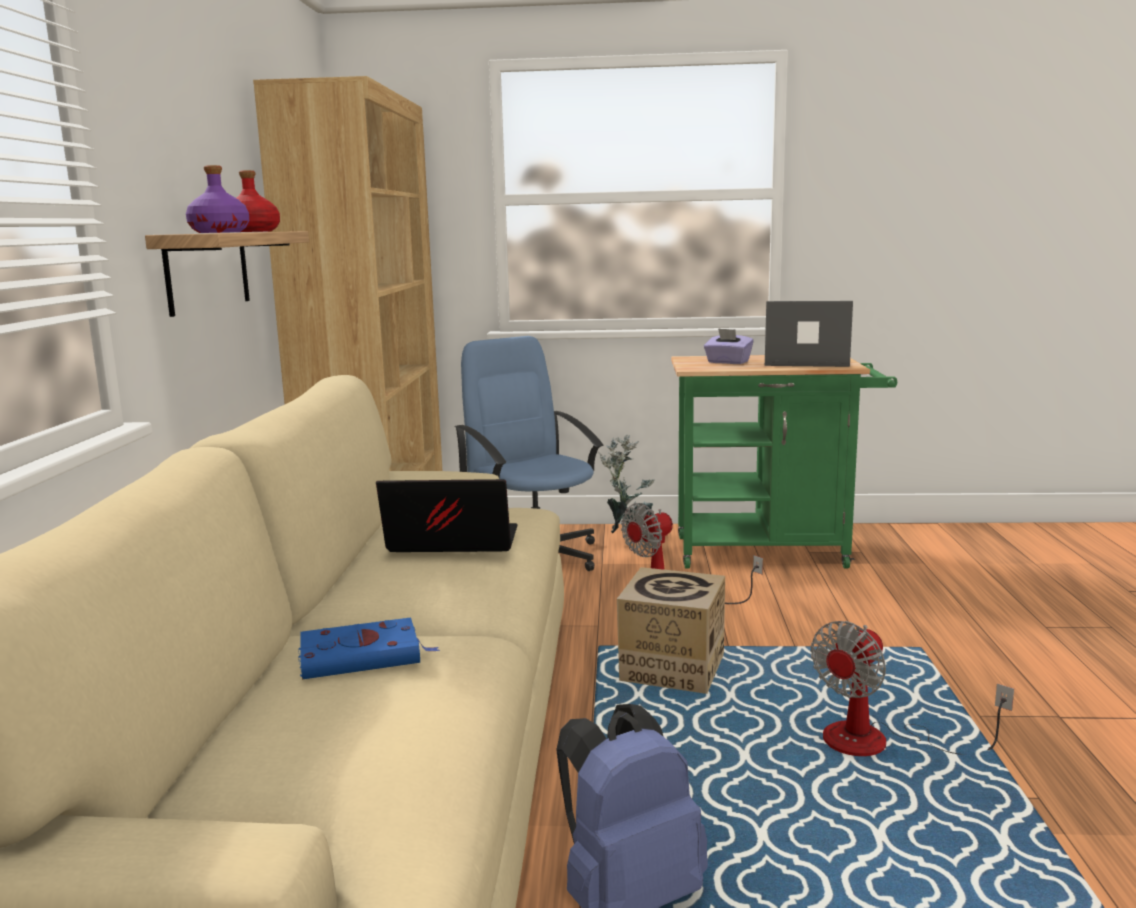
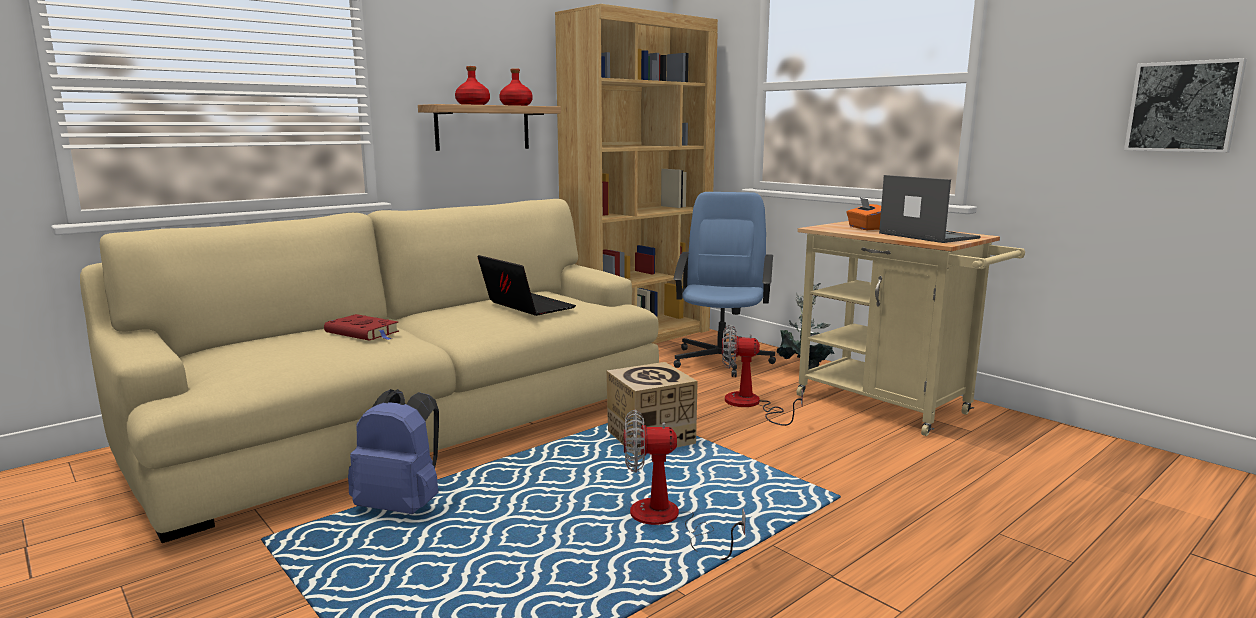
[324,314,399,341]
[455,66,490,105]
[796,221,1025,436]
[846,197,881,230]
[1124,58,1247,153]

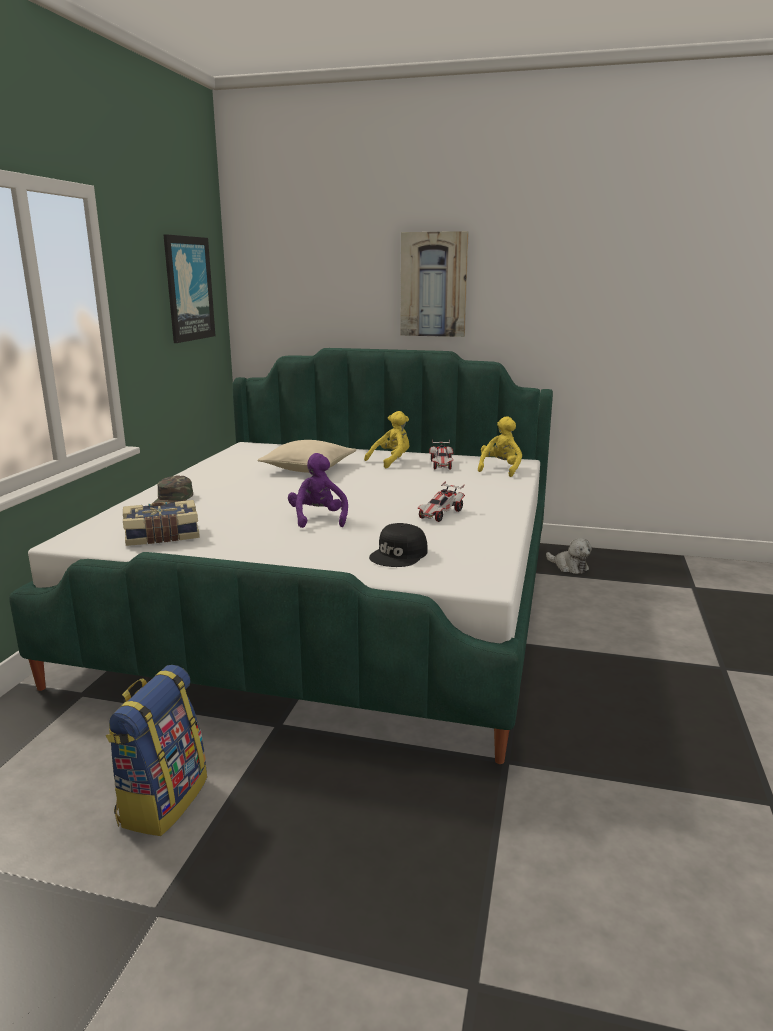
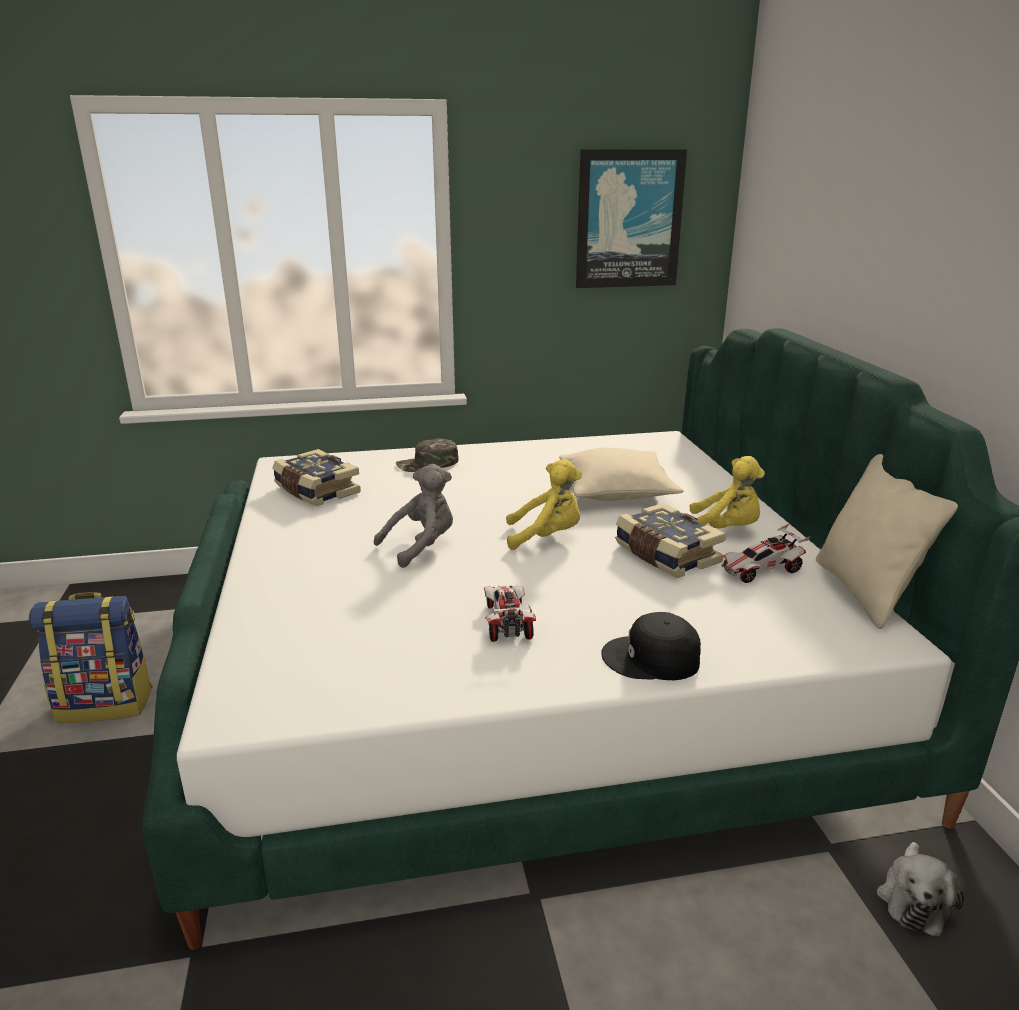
[374,464,453,568]
[484,585,536,642]
[506,459,582,550]
[601,612,701,680]
[615,503,726,578]
[816,454,958,629]
[400,231,469,337] (first image)

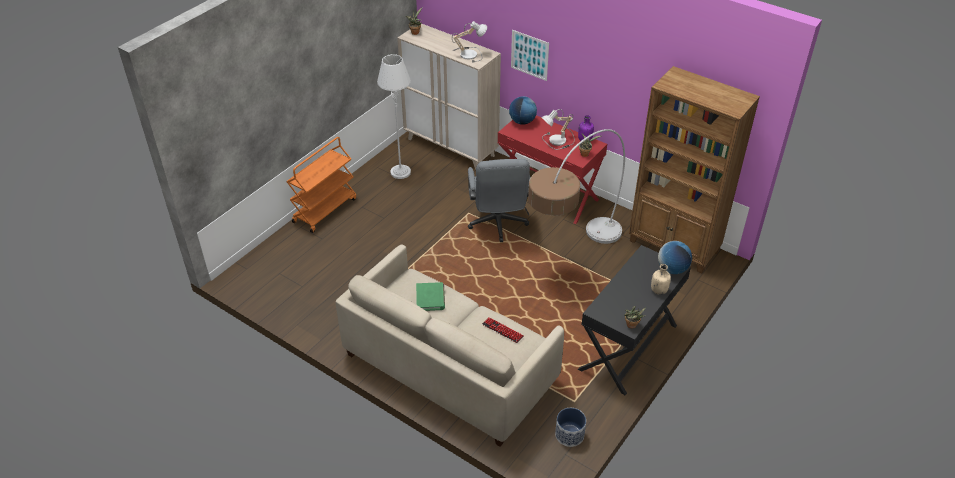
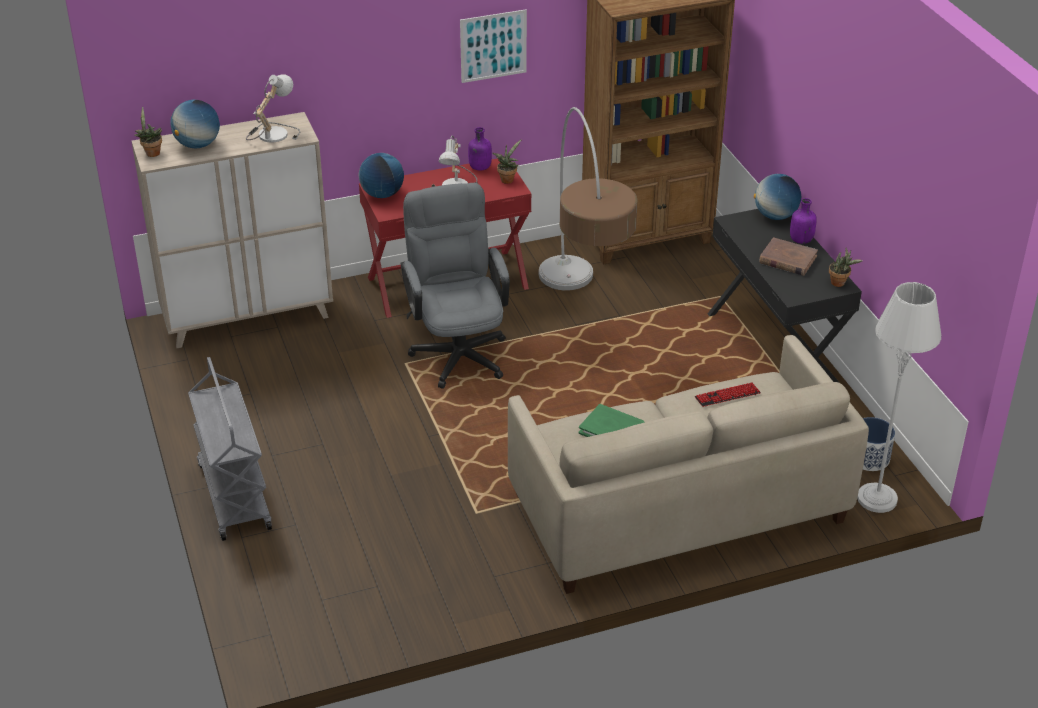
[170,100,220,148]
[188,357,272,541]
[401,183,510,389]
[460,9,527,83]
[759,237,818,276]
[790,198,817,244]
[857,282,941,513]

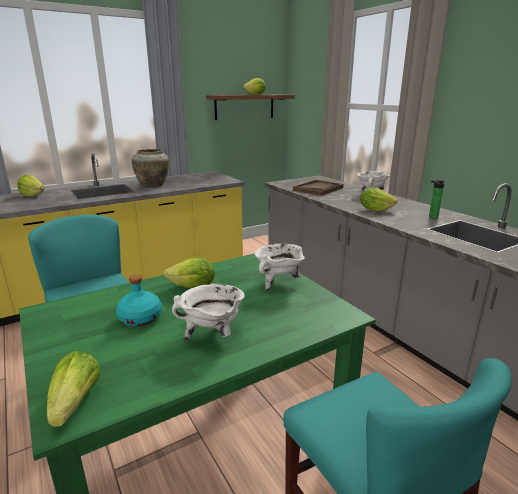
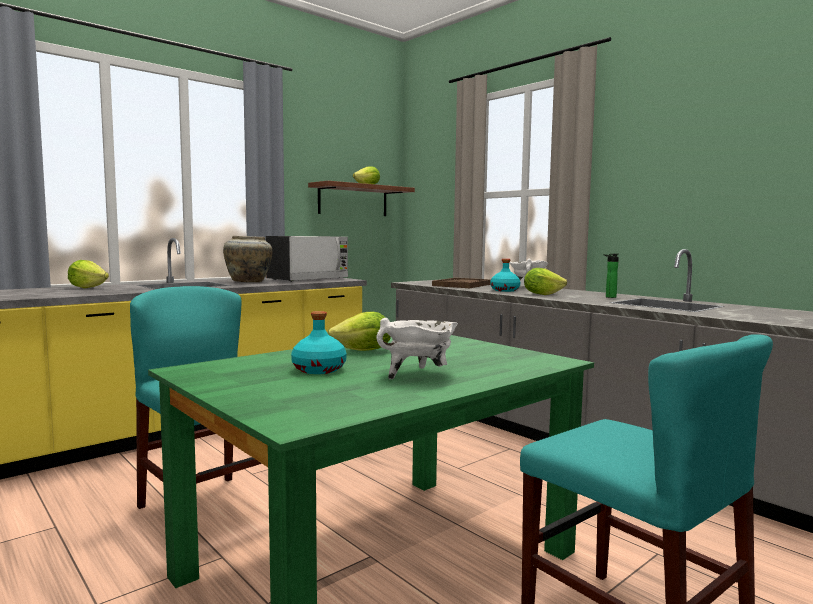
[266,236,348,282]
[491,259,520,292]
[47,351,101,427] (first image)
[254,244,305,292] (first image)

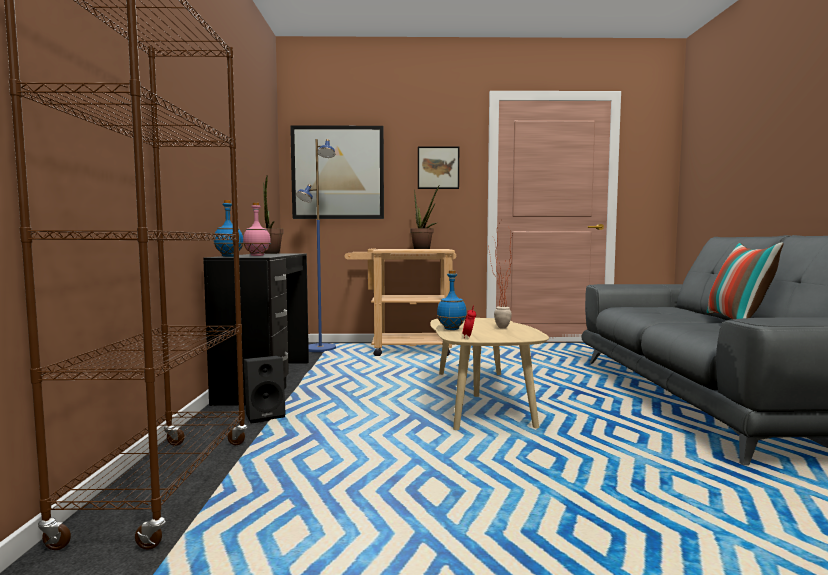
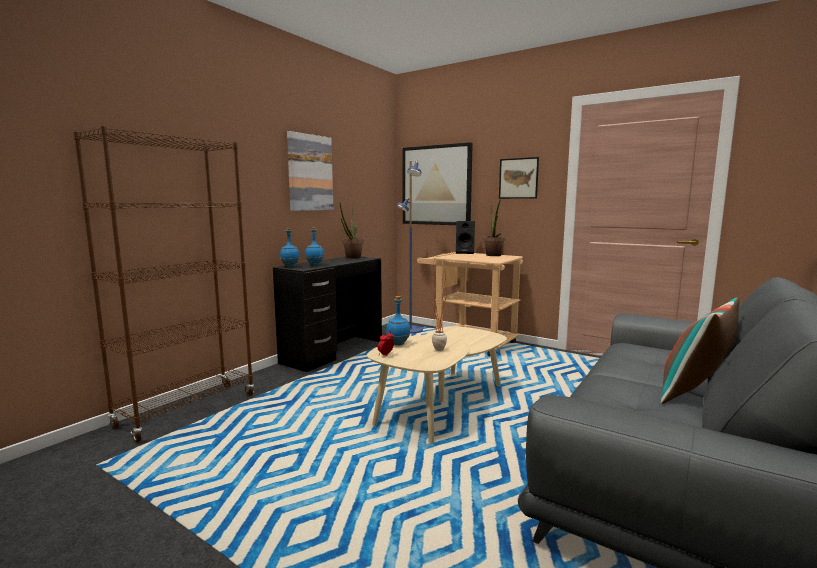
[287,131,334,211]
[305,227,324,266]
[456,221,475,254]

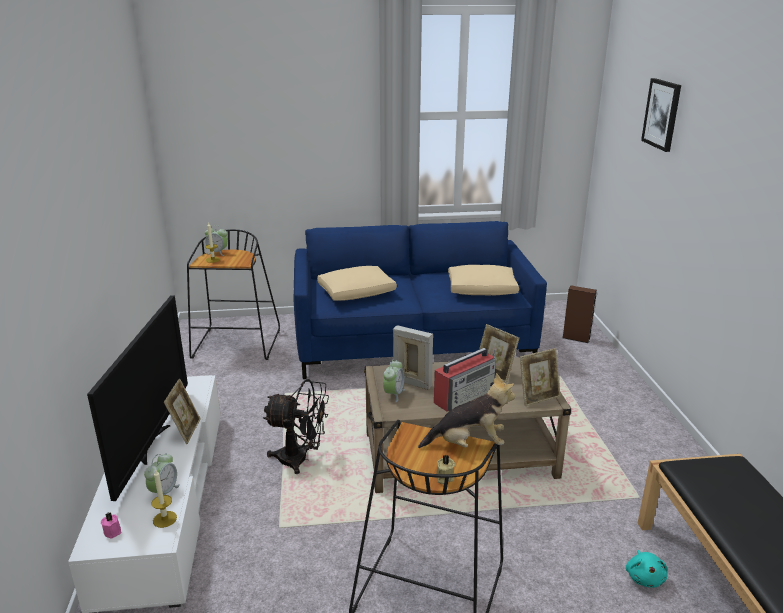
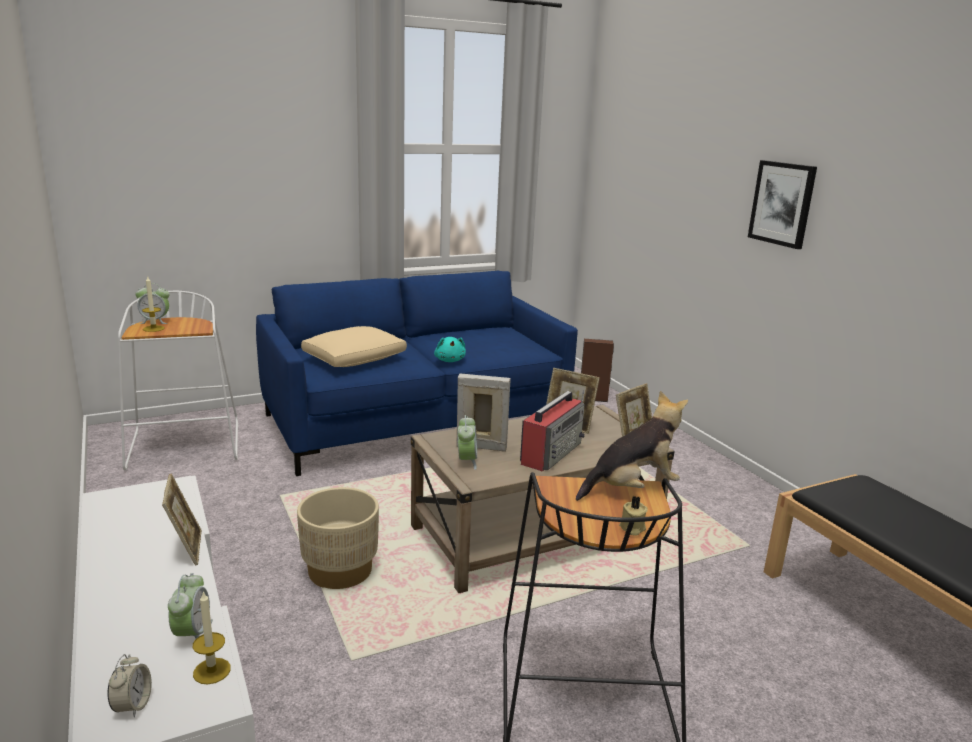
[107,654,152,718]
[118,291,238,470]
[297,487,379,589]
[434,337,466,362]
[748,160,817,249]
[87,295,188,501] (first image)
[448,265,519,296] (first image)

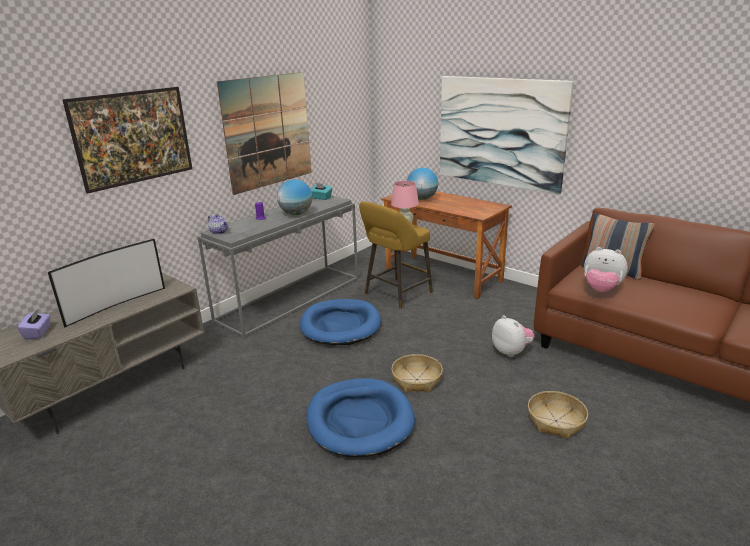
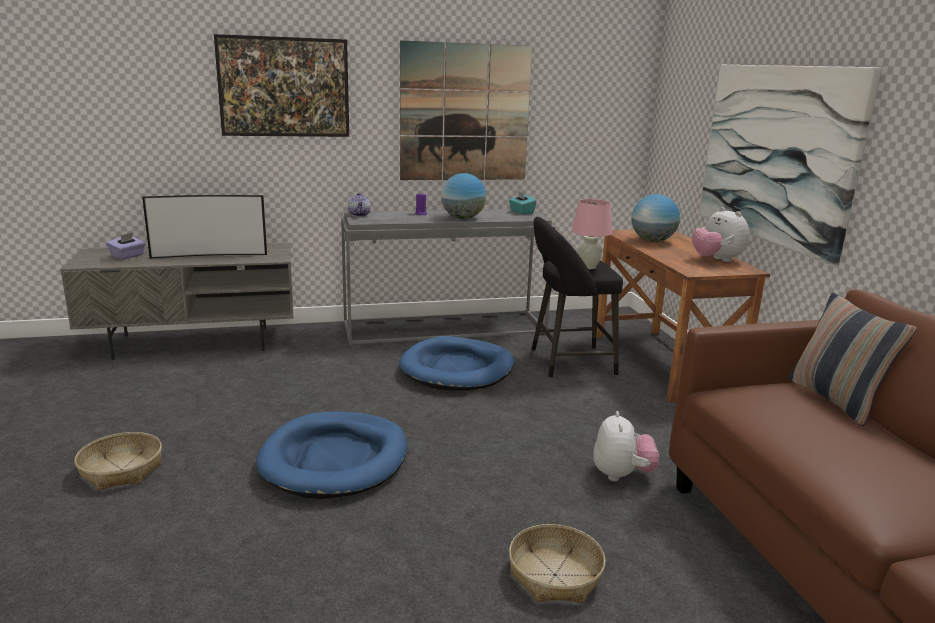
[74,432,162,490]
[532,217,623,378]
[692,207,750,262]

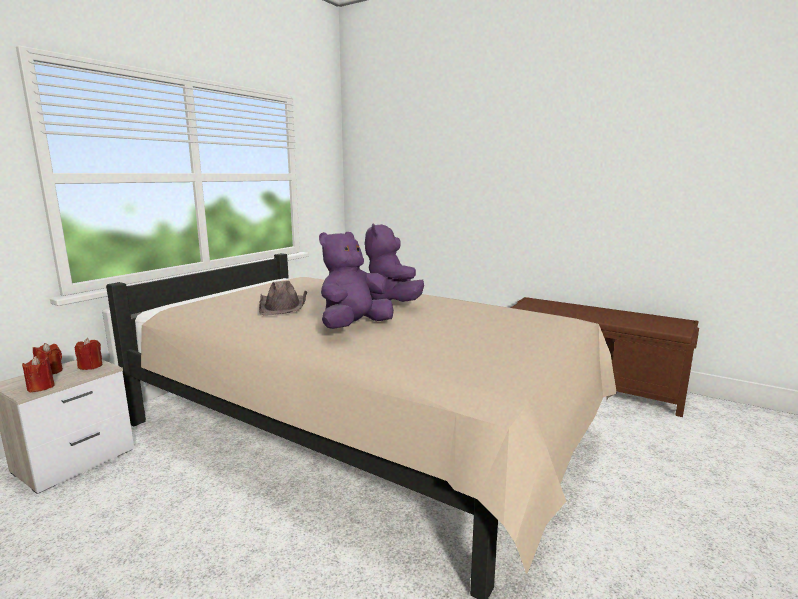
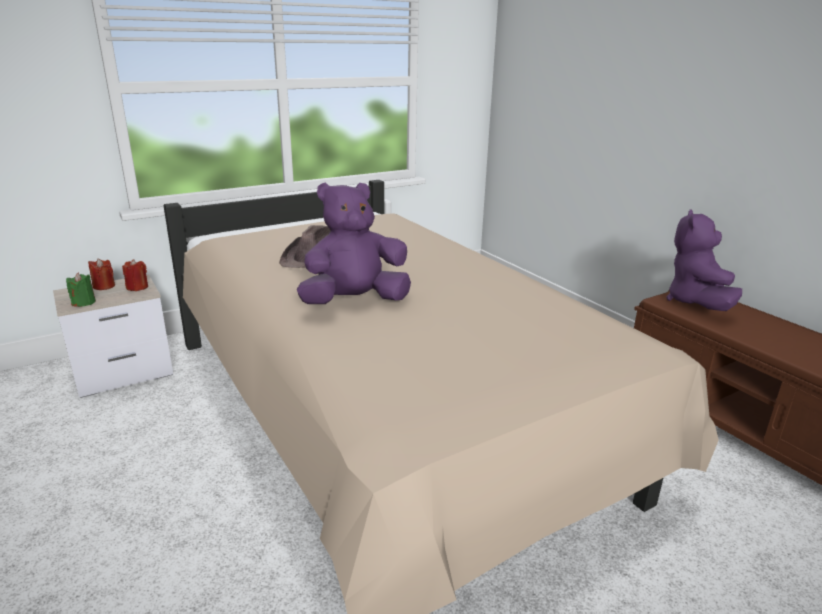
[66,273,96,307]
[666,210,742,311]

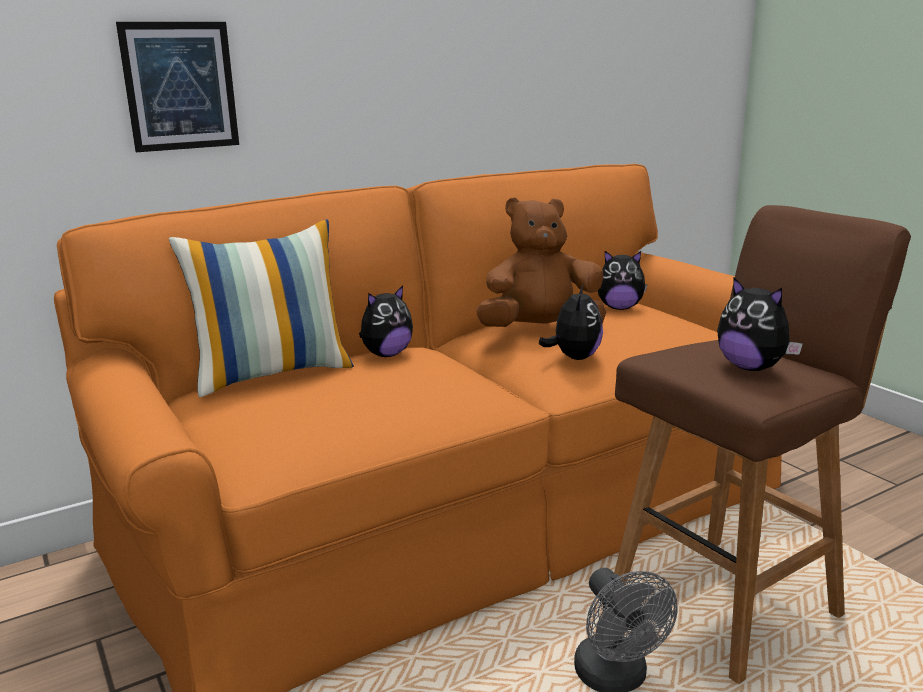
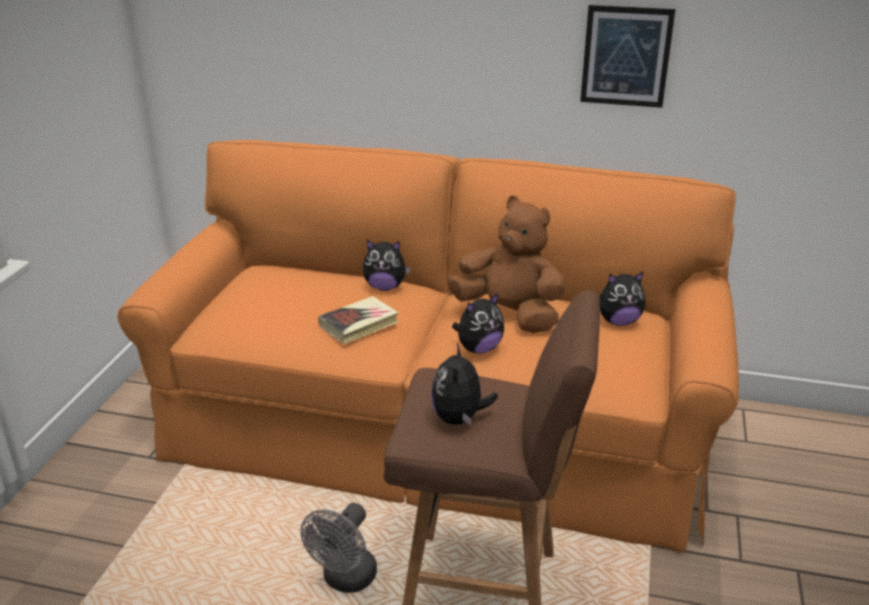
[318,296,399,344]
[580,5,675,108]
[600,271,645,326]
[169,219,354,397] (first image)

